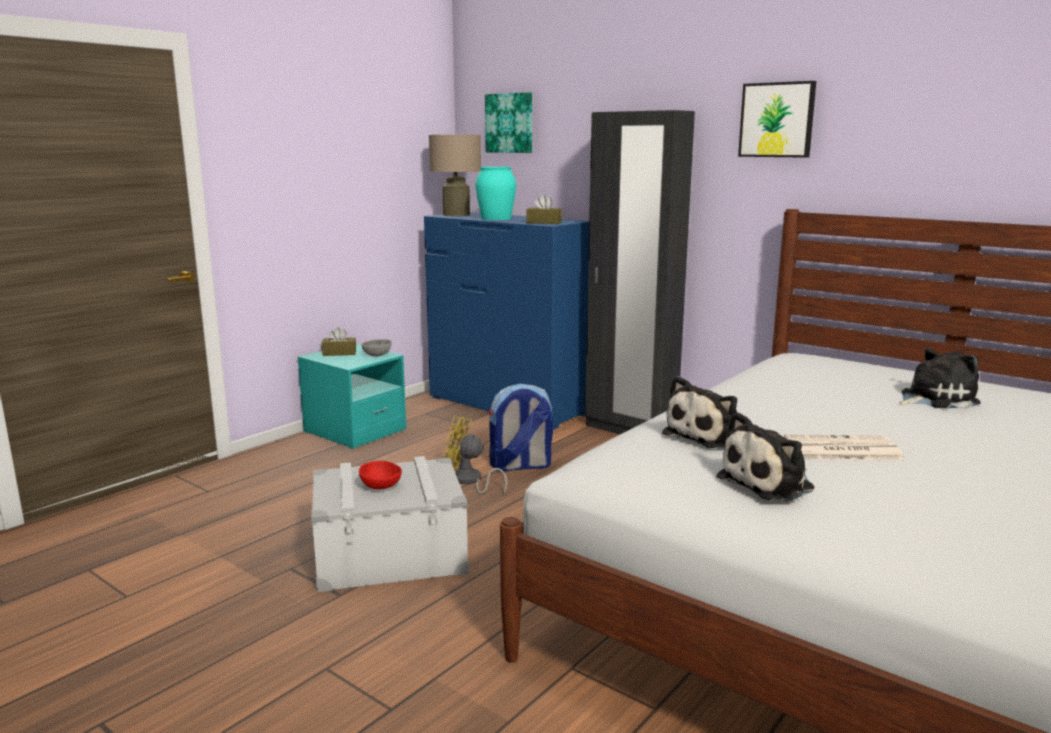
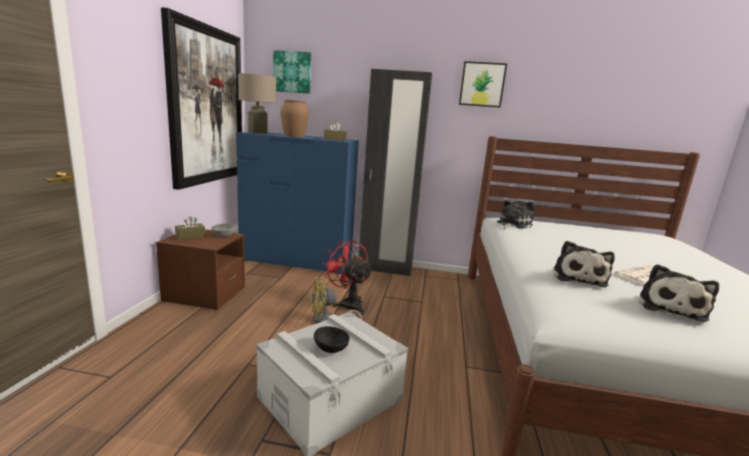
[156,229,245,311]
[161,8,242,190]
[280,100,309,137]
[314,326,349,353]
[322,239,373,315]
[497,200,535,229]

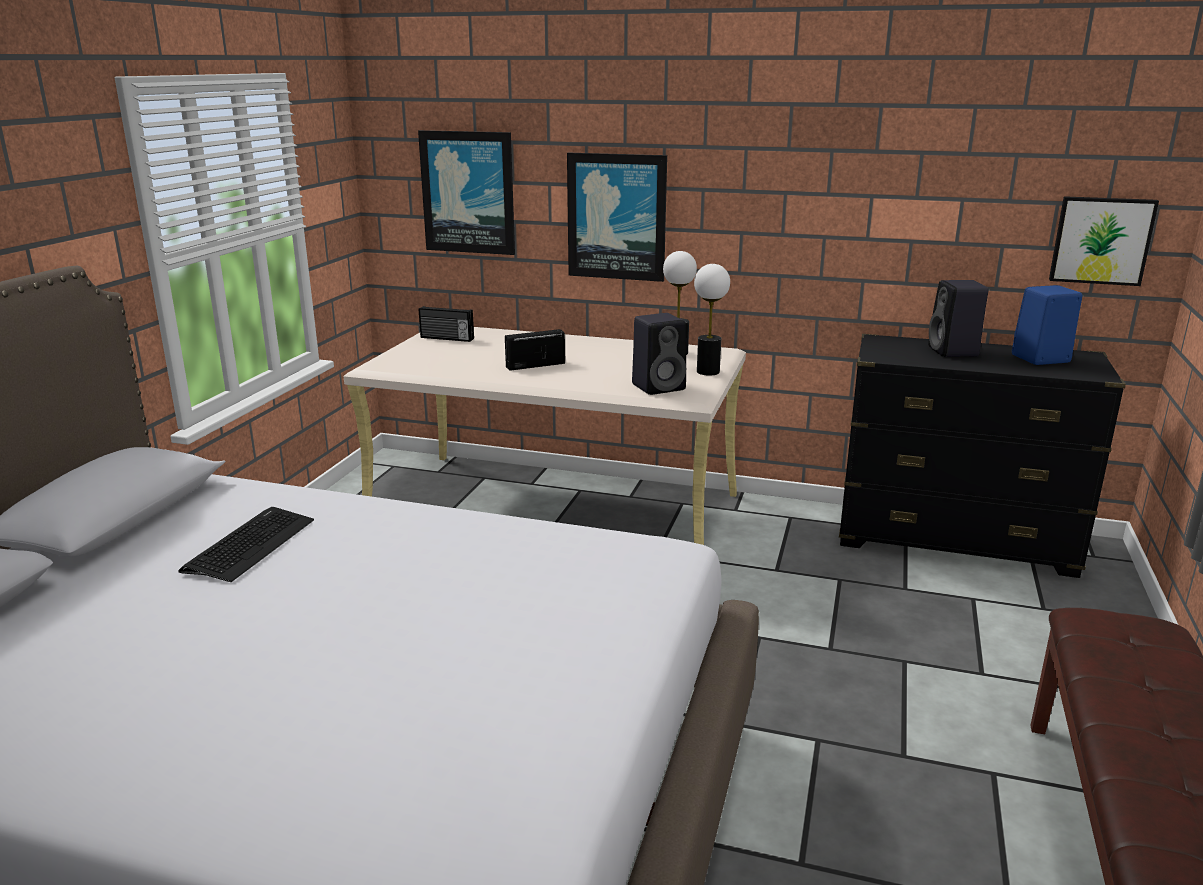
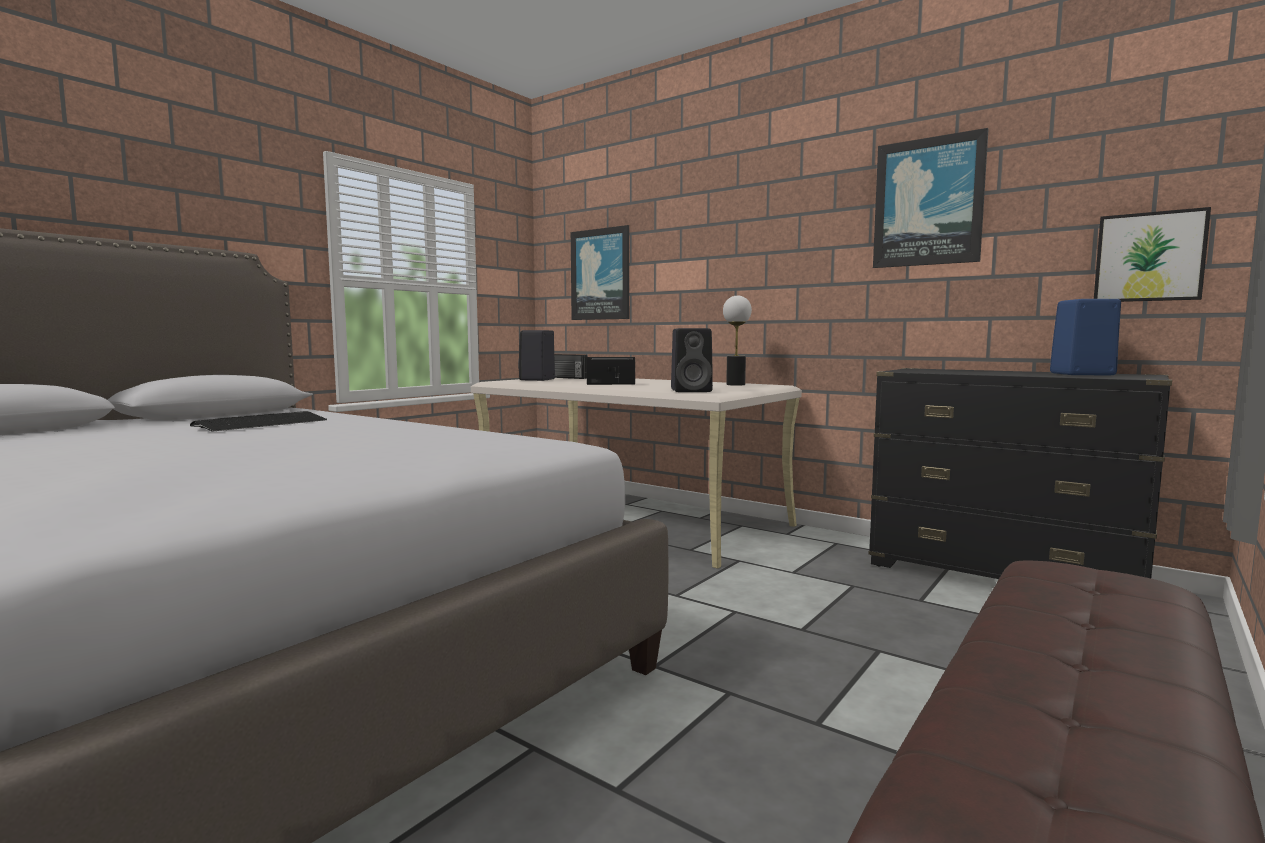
[518,330,555,381]
[873,128,989,268]
[694,264,730,376] (first image)

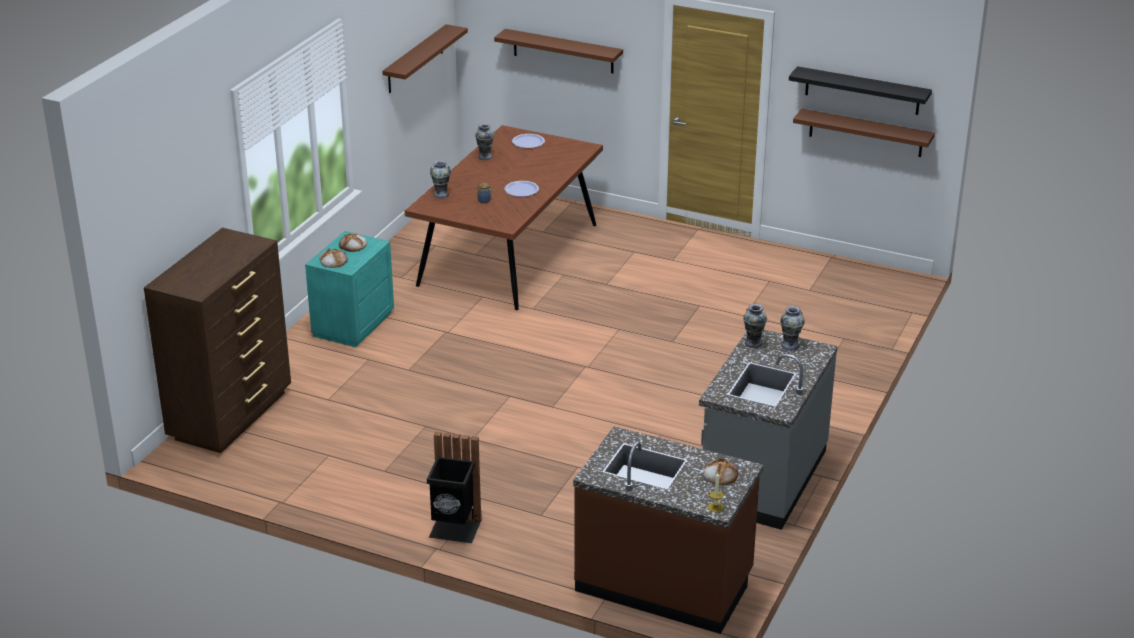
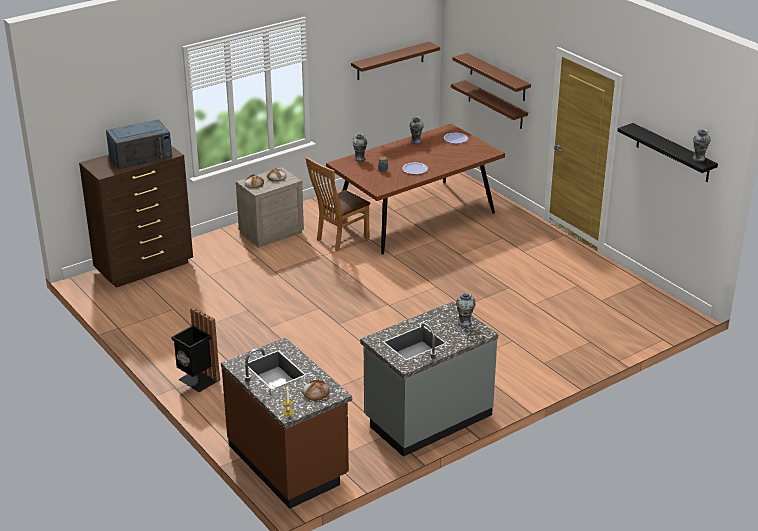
[106,119,172,169]
[236,167,304,248]
[305,157,371,251]
[451,80,528,129]
[693,129,711,162]

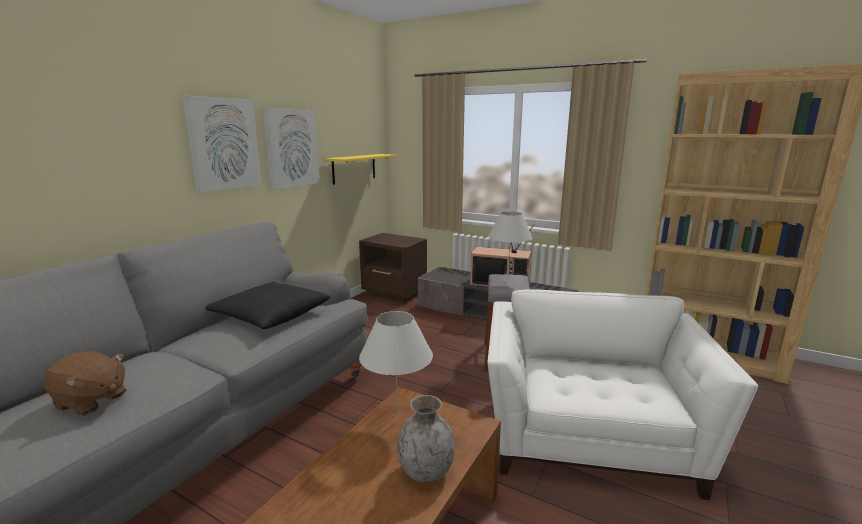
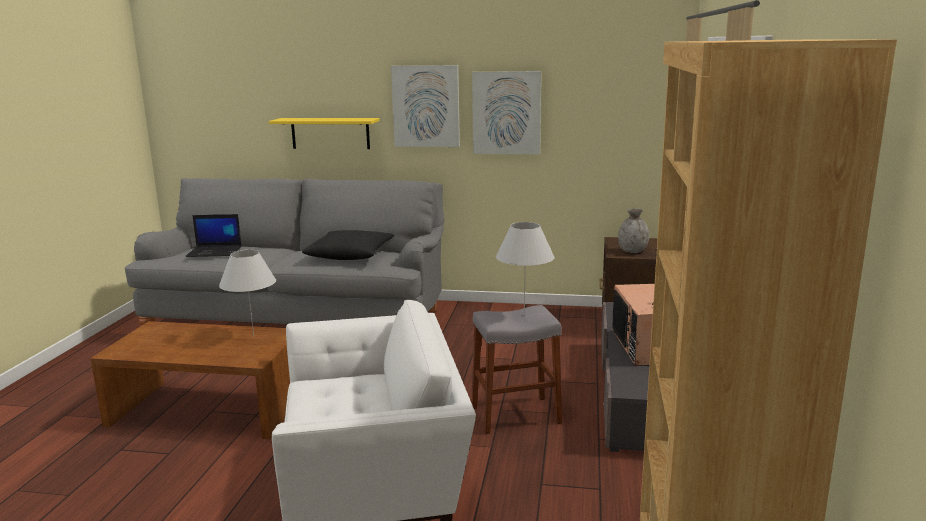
[185,214,242,257]
[269,118,380,149]
[618,208,649,253]

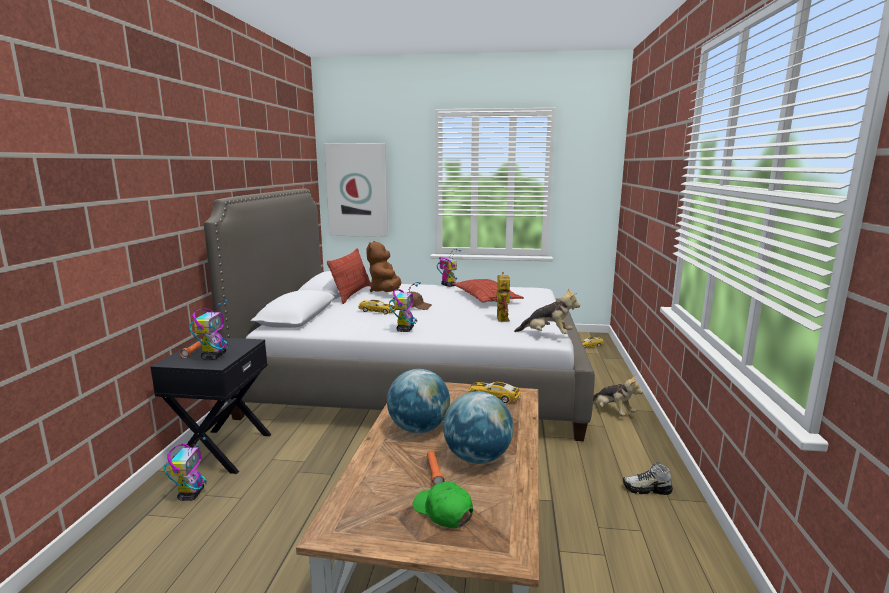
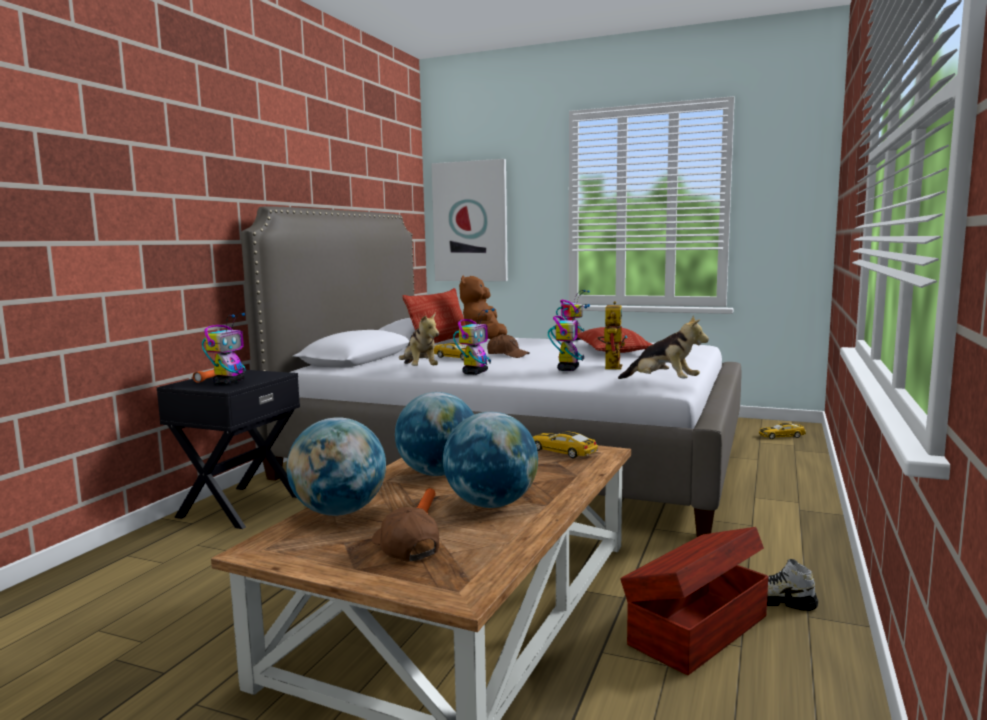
[286,417,386,516]
[372,507,439,562]
[399,313,439,366]
[548,304,590,371]
[620,527,768,675]

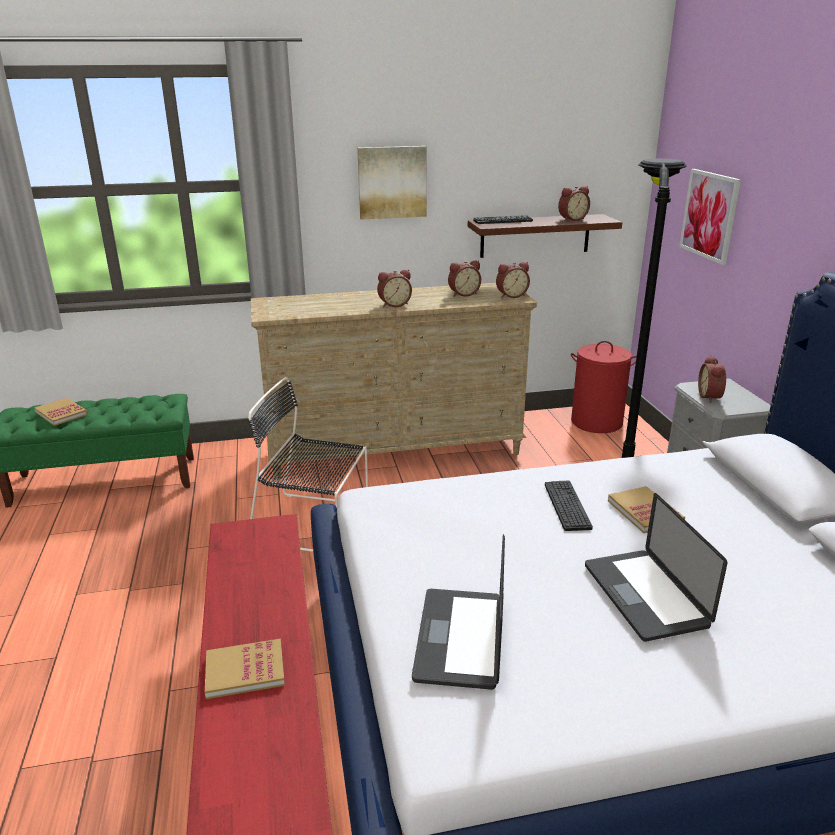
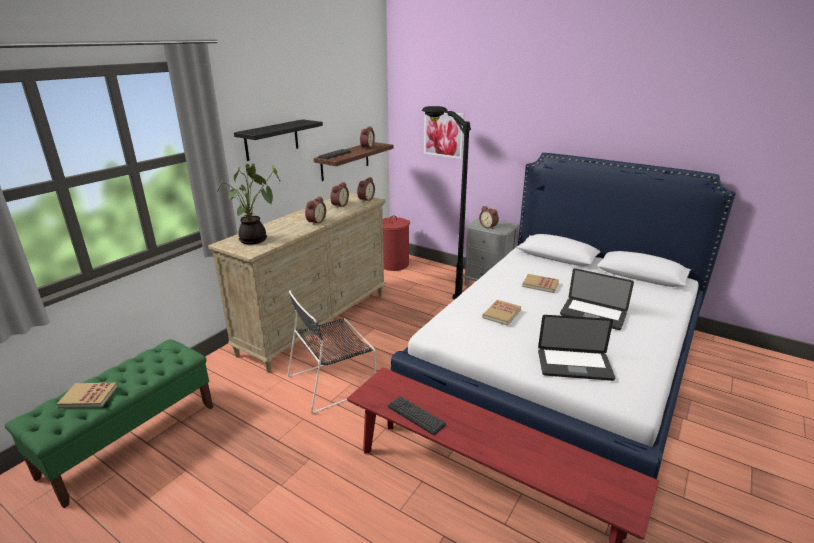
[217,163,280,245]
[234,119,323,161]
[388,396,446,435]
[482,300,521,326]
[538,315,615,381]

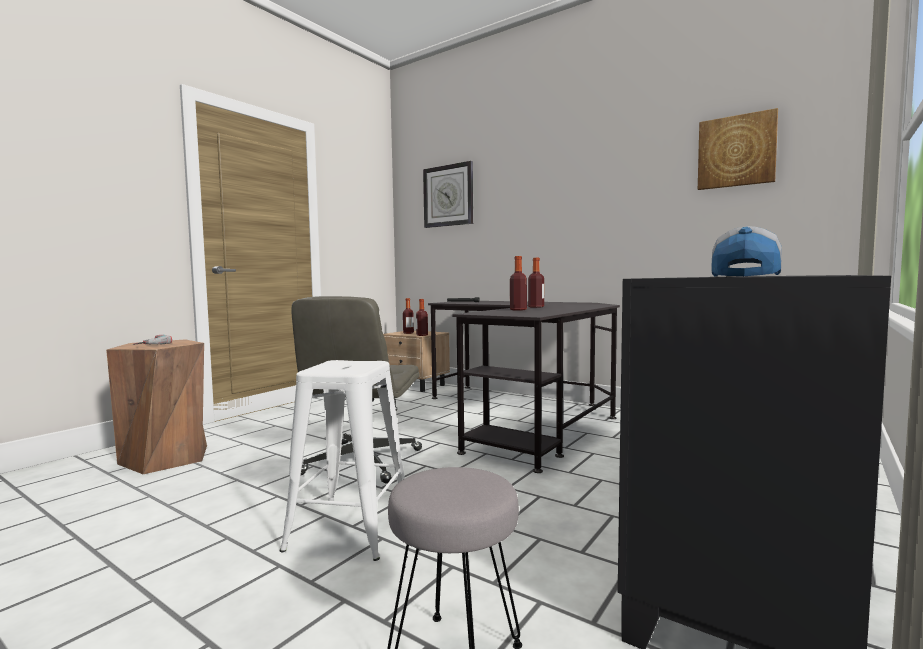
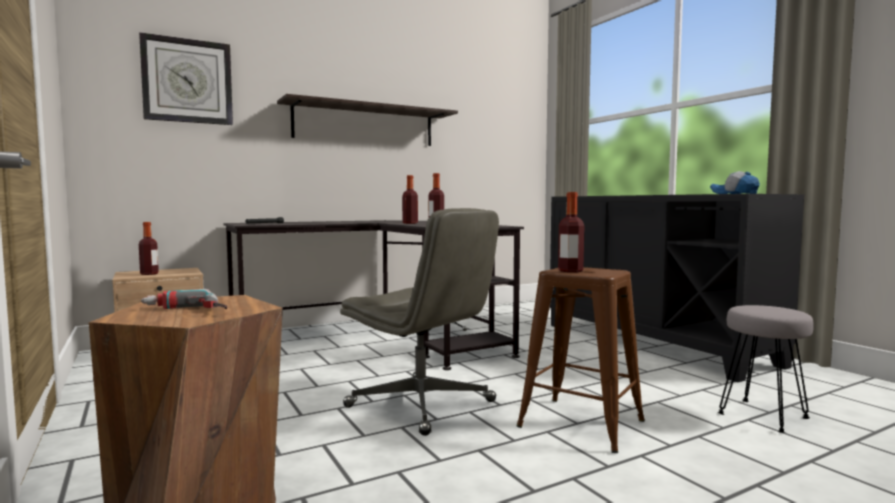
[277,94,458,146]
[516,267,645,453]
[558,192,584,272]
[698,108,778,190] (first image)

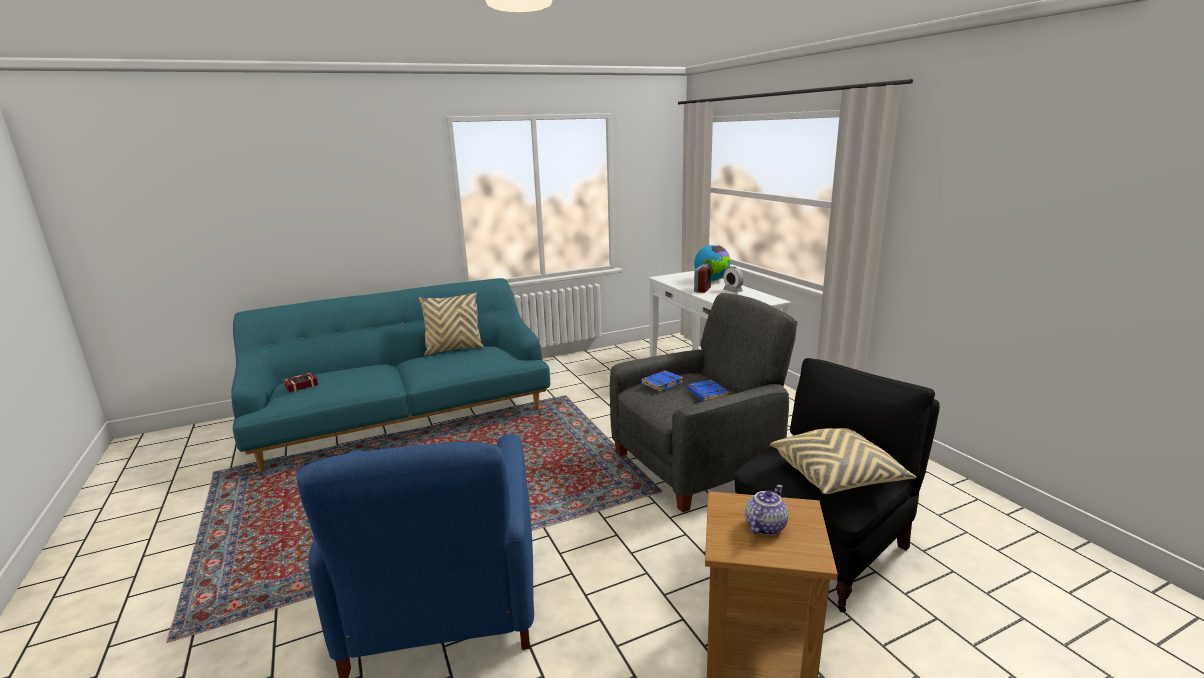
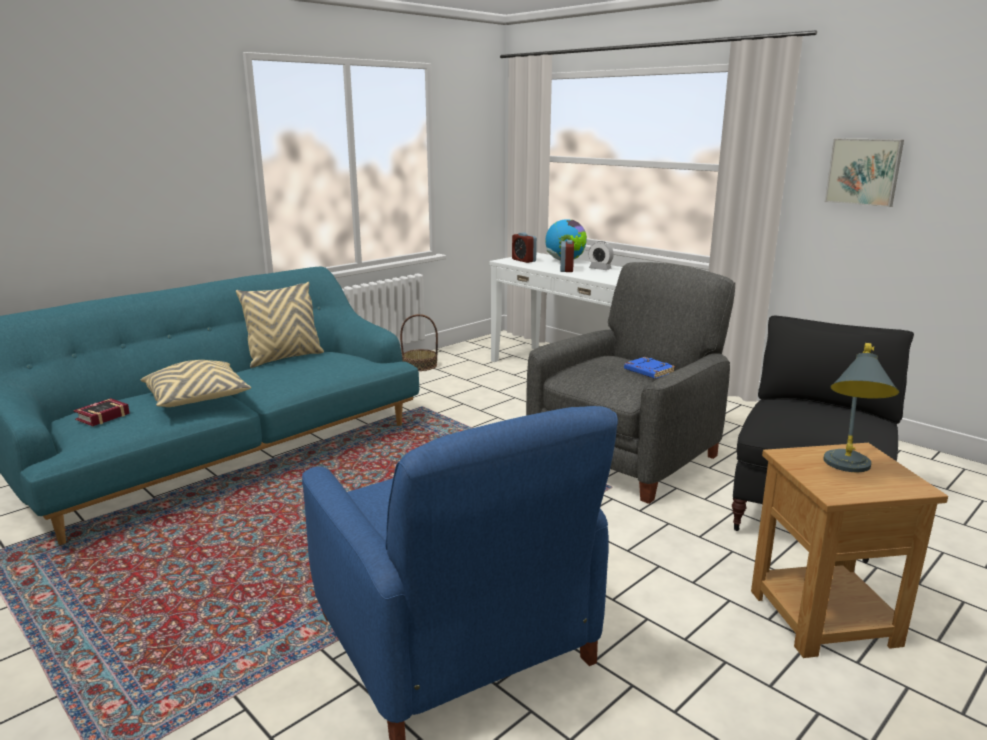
[141,360,251,407]
[400,314,438,371]
[512,232,537,263]
[823,343,899,472]
[825,138,904,207]
[641,370,683,391] (first image)

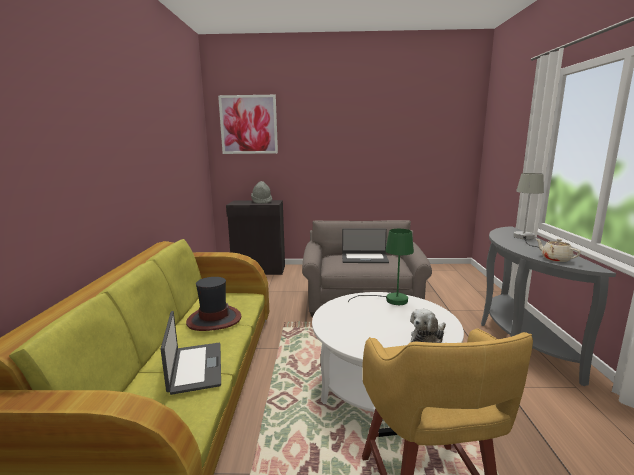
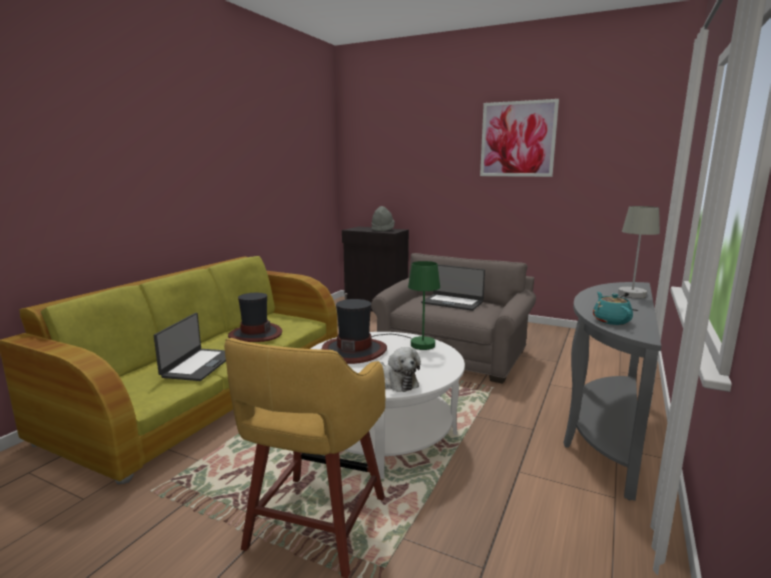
[322,299,387,364]
[380,347,421,392]
[480,99,559,177]
[593,292,633,325]

